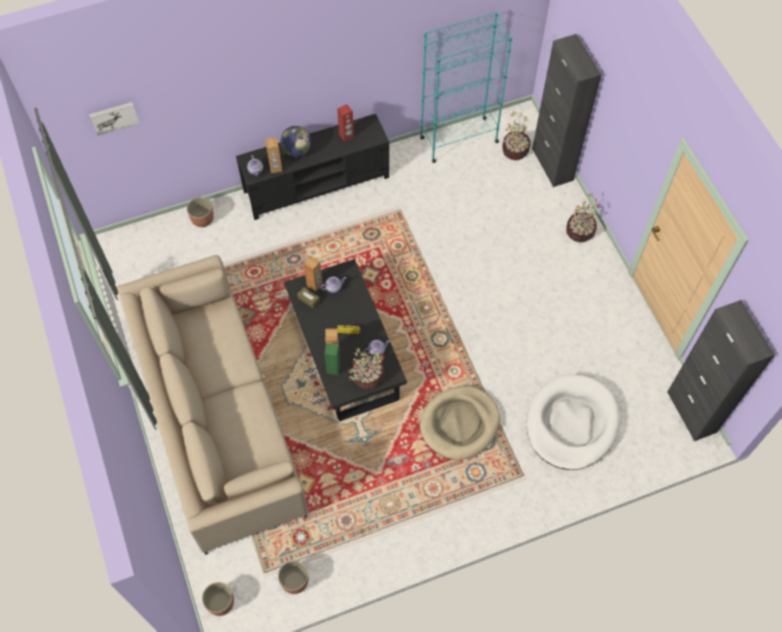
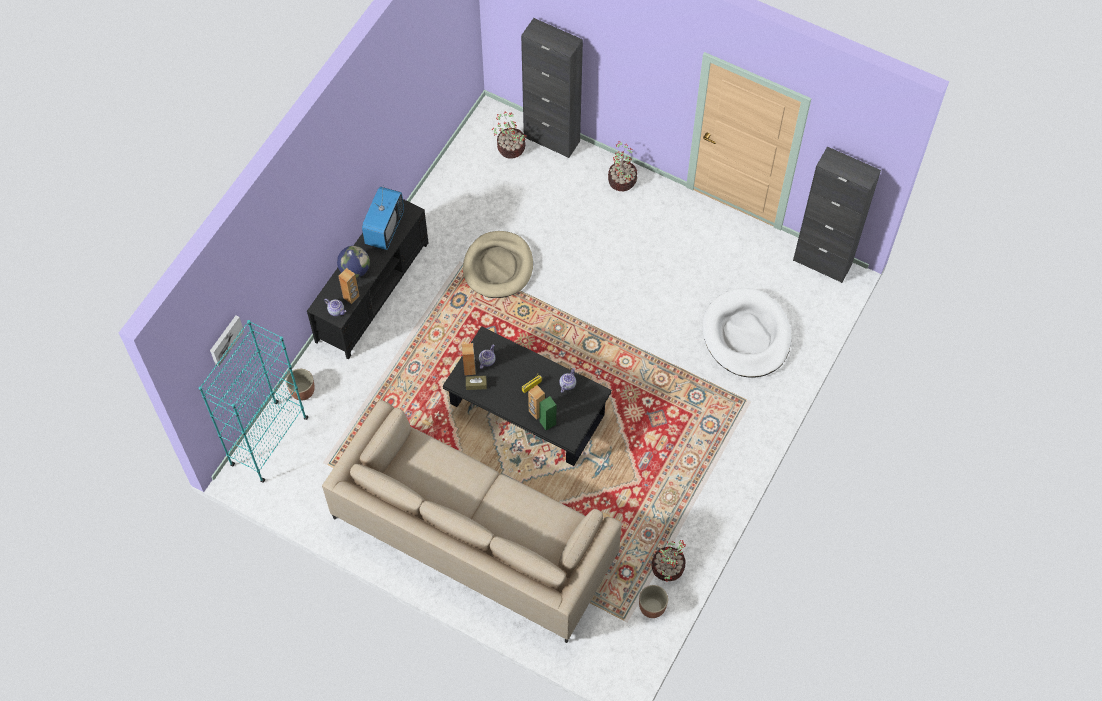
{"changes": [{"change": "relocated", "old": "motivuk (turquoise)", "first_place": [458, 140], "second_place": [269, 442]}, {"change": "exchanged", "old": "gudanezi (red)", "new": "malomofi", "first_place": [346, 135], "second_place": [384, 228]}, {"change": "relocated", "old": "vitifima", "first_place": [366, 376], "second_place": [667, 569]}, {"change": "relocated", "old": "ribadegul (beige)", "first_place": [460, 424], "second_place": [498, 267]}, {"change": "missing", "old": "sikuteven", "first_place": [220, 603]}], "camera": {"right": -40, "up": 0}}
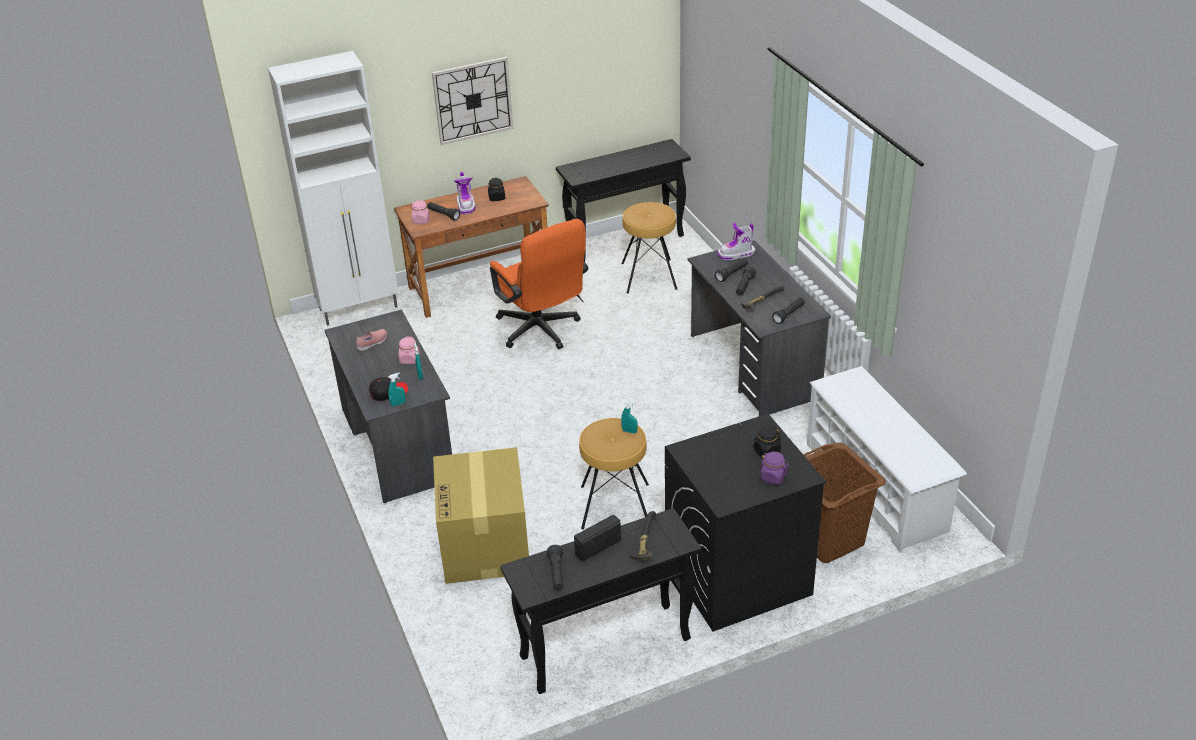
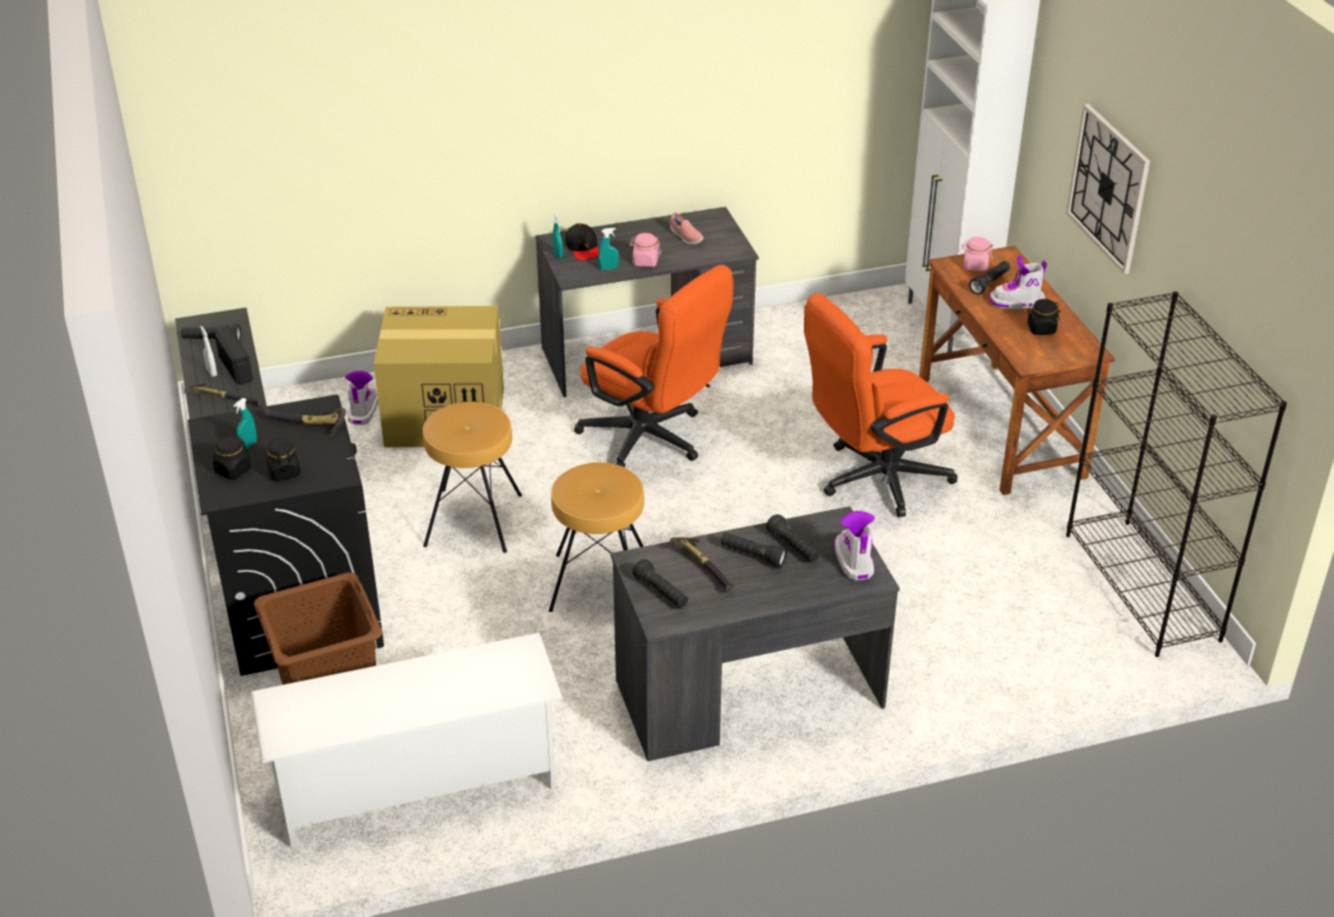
{"changes": [{"change": "exchanged", "old": "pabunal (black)", "new": "motivuk (black)", "first_place": [626, 240], "second_place": [1142, 587]}, {"change": "relocated", "old": "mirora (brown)", "first_place": [649, 276], "second_place": [600, 584]}, {"change": "relocated", "old": "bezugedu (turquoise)", "first_place": [629, 431], "second_place": [248, 445]}, {"change": "colour", "old": "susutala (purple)", "new": "susutala (black)", "first_place": [773, 477], "second_place": [233, 470]}, {"change": "appeared", "new": "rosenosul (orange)", "second_place": [652, 440]}, {"change": "appeared", "new": "bezugedu (white)", "second_place": [211, 372]}, {"change": "appeared", "new": "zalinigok", "second_place": [363, 411]}, {"change": "appeared", "new": "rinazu", "second_place": [306, 425]}], "camera": {"right": 95, "up": 0}}
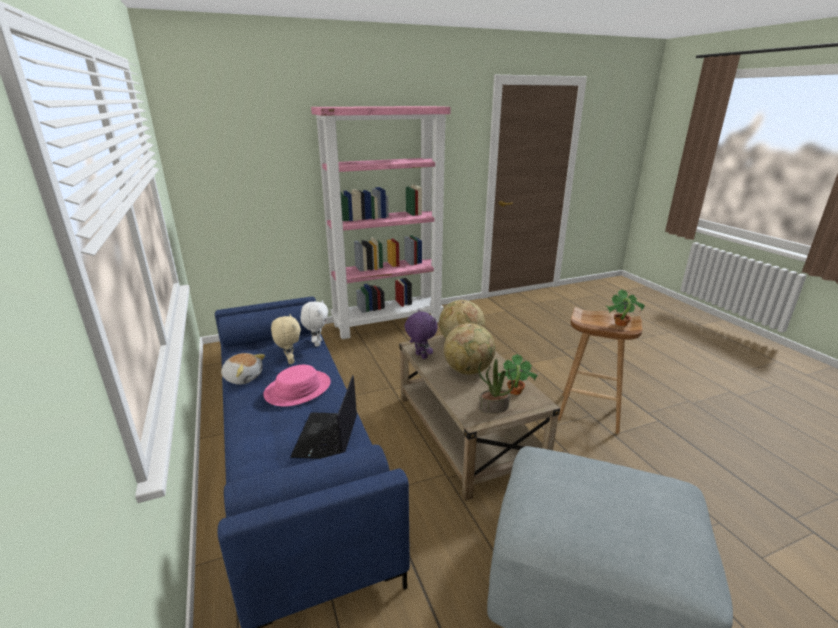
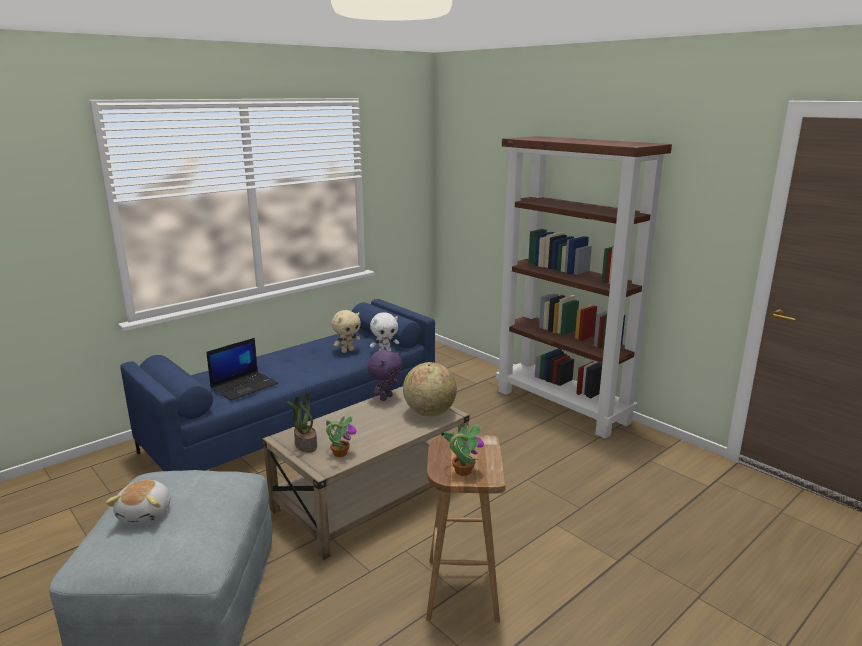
{"changes": [{"change": "colour", "old": "motivuk (pink)", "new": "motivuk (brown)", "first_place": [388, 322], "second_place": [563, 406]}, {"change": "missing", "old": "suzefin", "first_place": [468, 370]}, {"change": "relocated", "old": "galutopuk", "first_place": [243, 377], "second_place": [146, 513]}, {"change": "missing", "old": "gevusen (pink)", "first_place": [298, 389]}, {"change": "spun", "old": "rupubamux", "first_place": [326, 437], "second_place": [245, 386], "degrees": 150}], "camera": {"right": 70, "up": -5}}
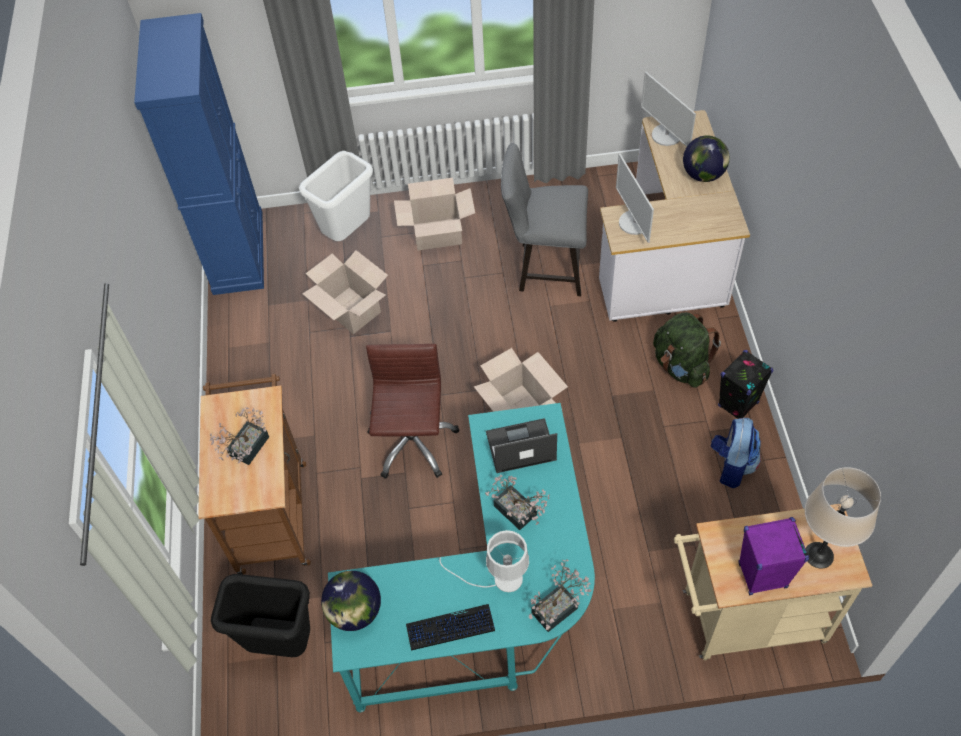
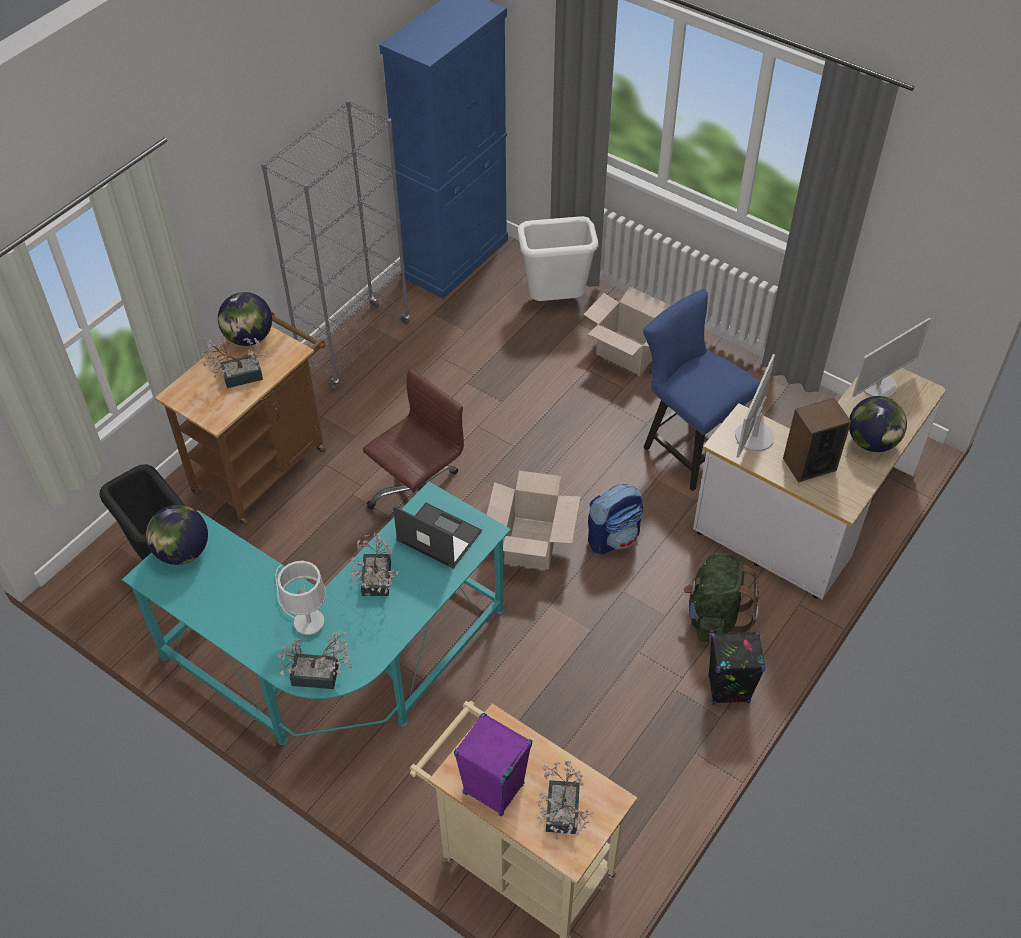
{"changes": [{"change": "spun", "old": "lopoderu", "first_place": [666, 135], "second_place": [878, 385], "degrees": -135}, {"change": "colour", "old": "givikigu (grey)", "new": "givikigu (blue)", "first_place": [545, 268], "second_place": [688, 445]}, {"change": "missing", "old": "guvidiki", "first_place": [352, 310]}, {"change": "relocated", "old": "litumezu", "first_place": [731, 465], "second_place": [613, 537]}, {"change": "exchanged", "old": "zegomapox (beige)", "new": "vitifima", "first_place": [818, 555], "second_place": [561, 817]}, {"change": "missing", "old": "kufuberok", "first_place": [450, 628]}, {"change": "appeared", "new": "motivuk (grey)", "second_place": [355, 346]}, {"change": "appeared", "new": "suzefin", "second_place": [249, 338]}, {"change": "appeared", "new": "gudanezi", "second_place": [809, 464]}], "camera": {"right": 40, "up": -5}}
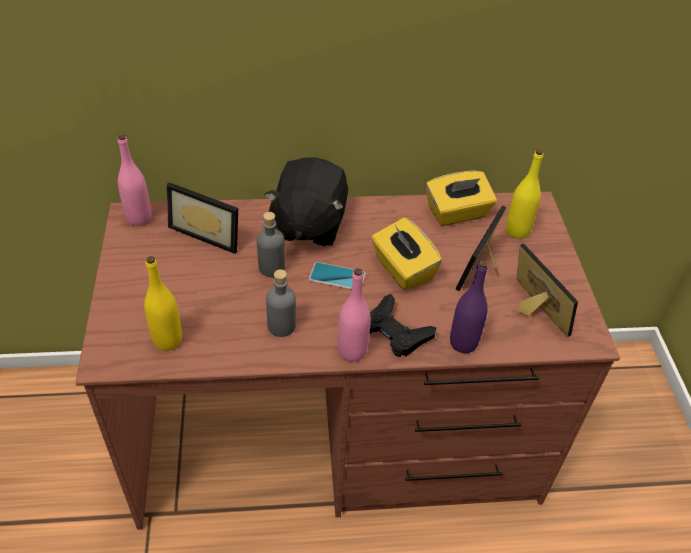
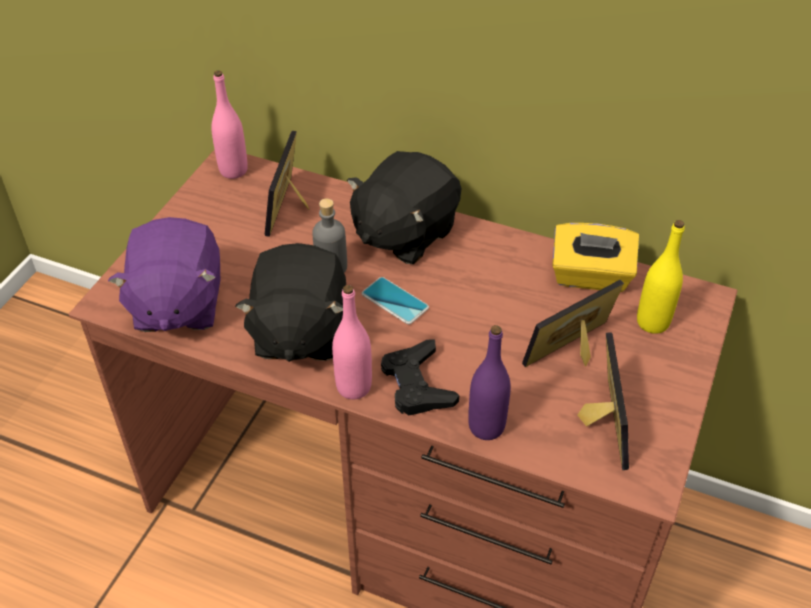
{"changes": [{"change": "spun", "old": "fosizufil", "first_place": [209, 232], "second_place": [293, 207], "degrees": 45}, {"change": "missing", "old": "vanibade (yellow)", "first_place": [402, 269]}, {"change": "exchanged", "old": "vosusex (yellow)", "new": "galutopuk (purple)", "first_place": [167, 340], "second_place": [177, 304]}, {"change": "exchanged", "old": "vosusex (grey)", "new": "galutopuk (black)", "first_place": [281, 326], "second_place": [298, 332]}], "camera": {"right": 30, "up": 0}}
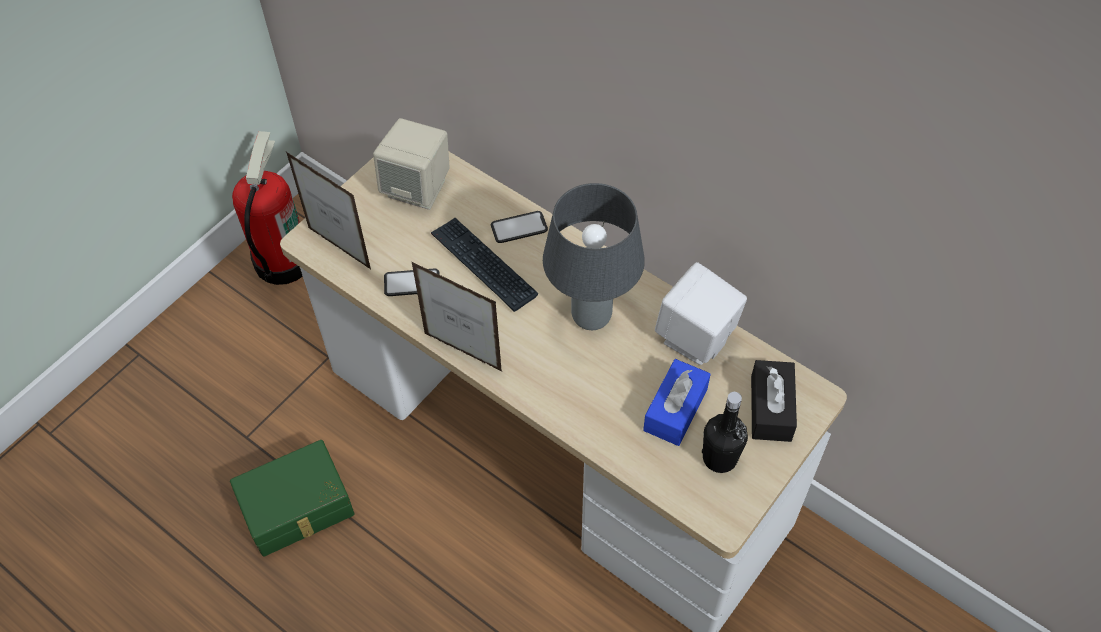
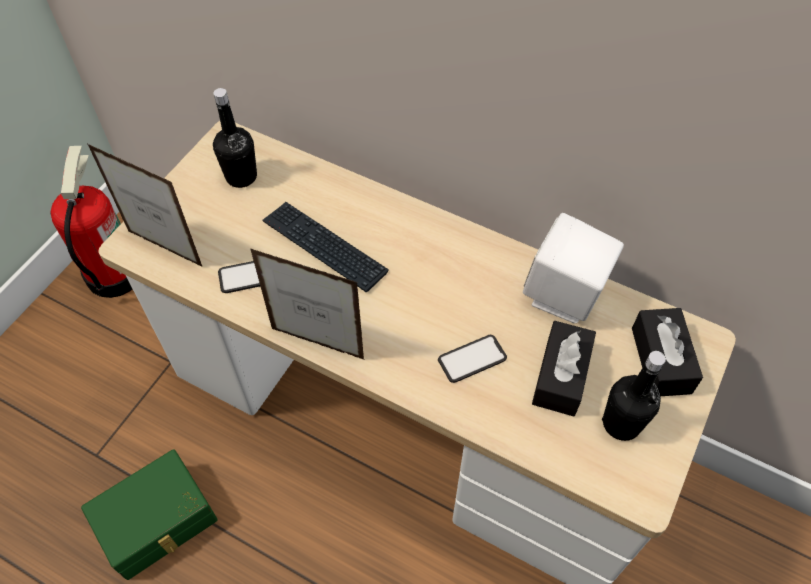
{"changes": [{"change": "exchanged", "old": "gudanezi (beige)", "new": "vosusex (black)", "first_place": [417, 188], "second_place": [241, 176]}, {"change": "missing", "old": "zegomapox (grey)", "first_place": [590, 316]}, {"change": "relocated", "old": "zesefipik", "first_place": [519, 227], "second_place": [472, 359]}, {"change": "colour", "old": "vanibade (blue)", "new": "vanibade (black)", "first_place": [675, 409], "second_place": [561, 376]}], "camera": {"right": -10, "up": 0}}
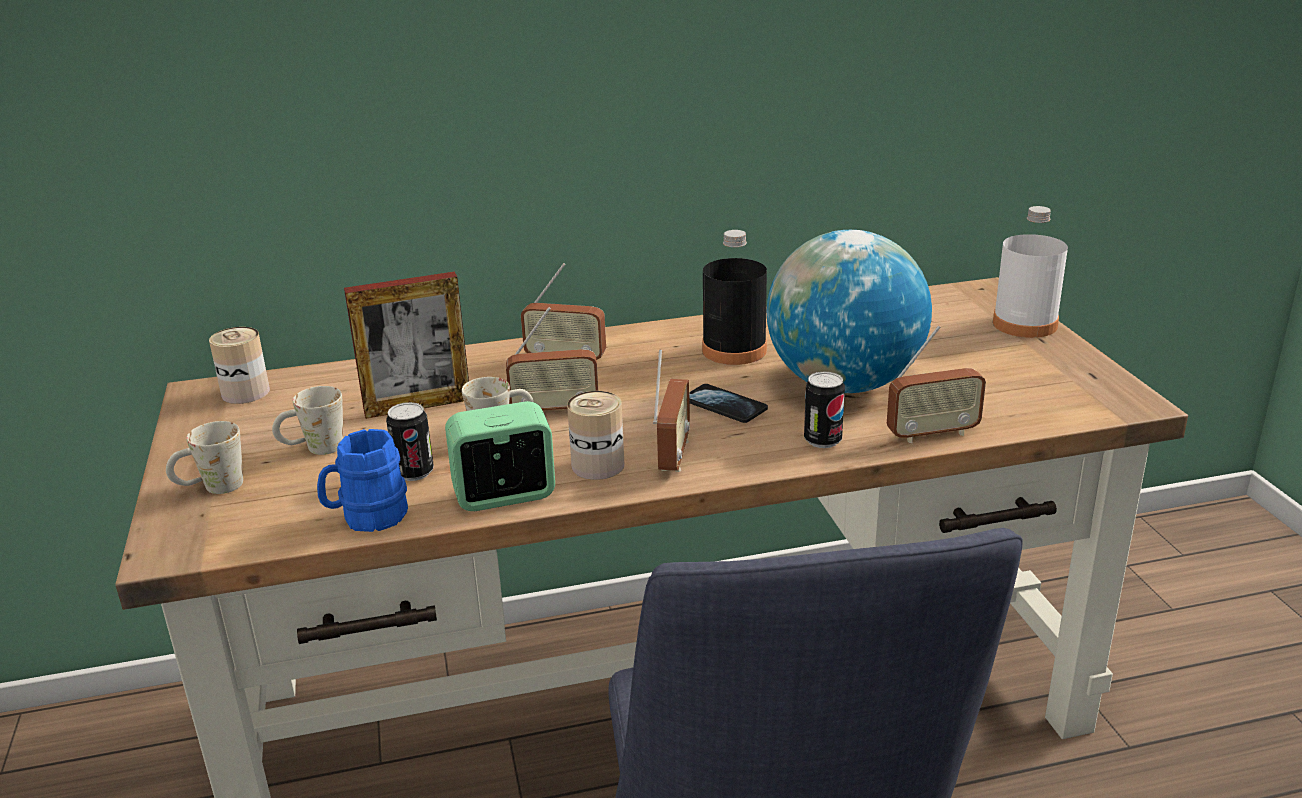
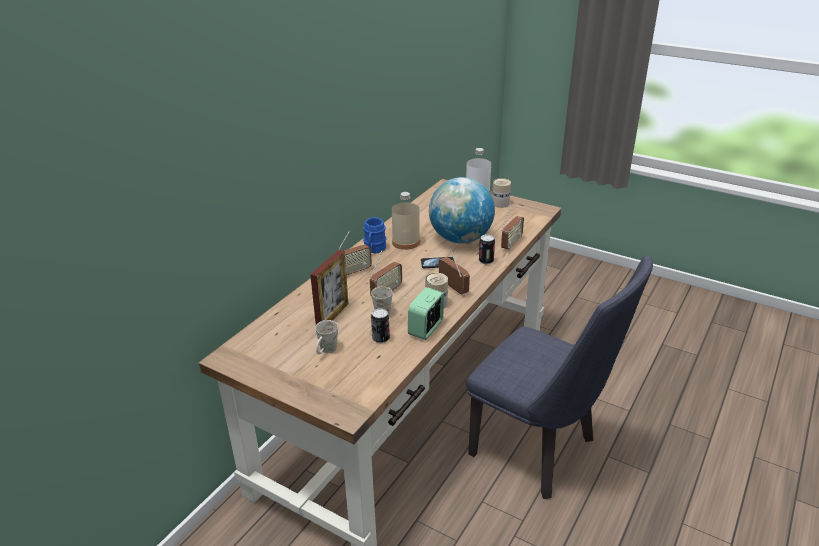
{"changes": [{"change": "colour", "old": "vosusex (black)", "new": "vosusex (beige)", "first_place": [734, 350], "second_place": [406, 242]}, {"change": "relocated", "old": "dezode", "first_place": [245, 392], "second_place": [500, 203]}, {"change": "missing", "old": "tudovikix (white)", "first_place": [212, 488]}, {"change": "relocated", "old": "tudovikix (blue)", "first_place": [367, 517], "second_place": [374, 249]}], "camera": {"right": -45, "up": 5}}
